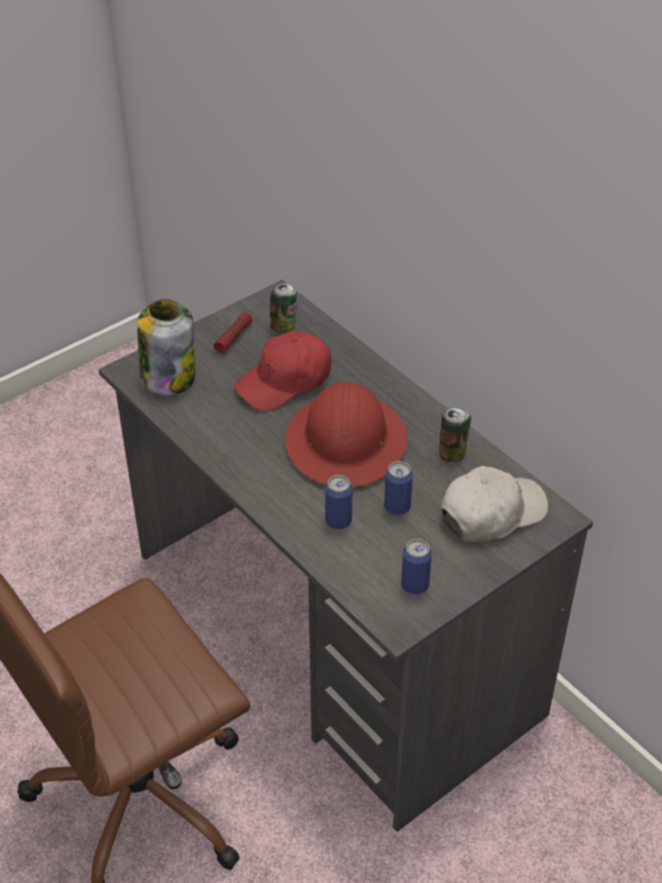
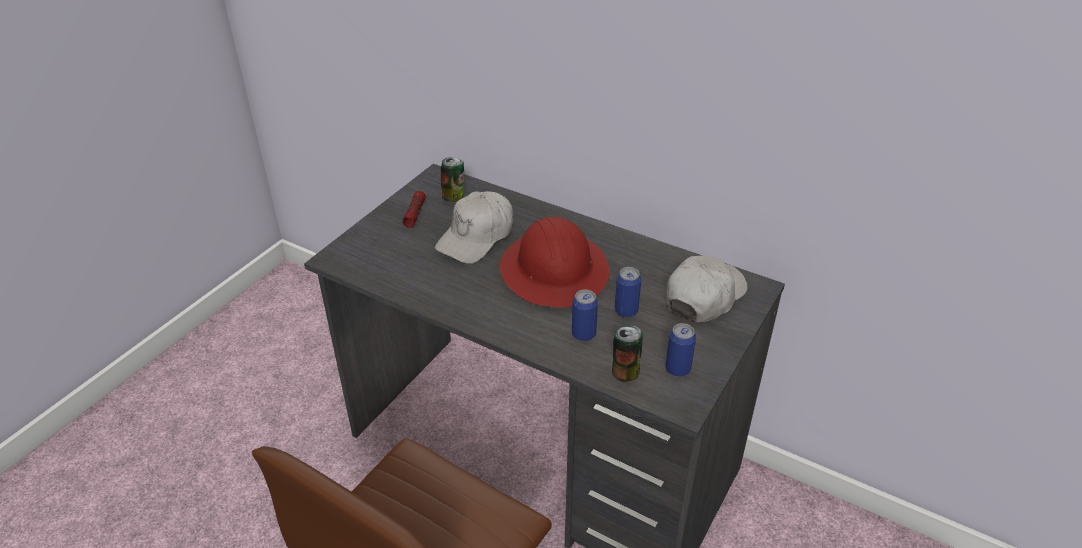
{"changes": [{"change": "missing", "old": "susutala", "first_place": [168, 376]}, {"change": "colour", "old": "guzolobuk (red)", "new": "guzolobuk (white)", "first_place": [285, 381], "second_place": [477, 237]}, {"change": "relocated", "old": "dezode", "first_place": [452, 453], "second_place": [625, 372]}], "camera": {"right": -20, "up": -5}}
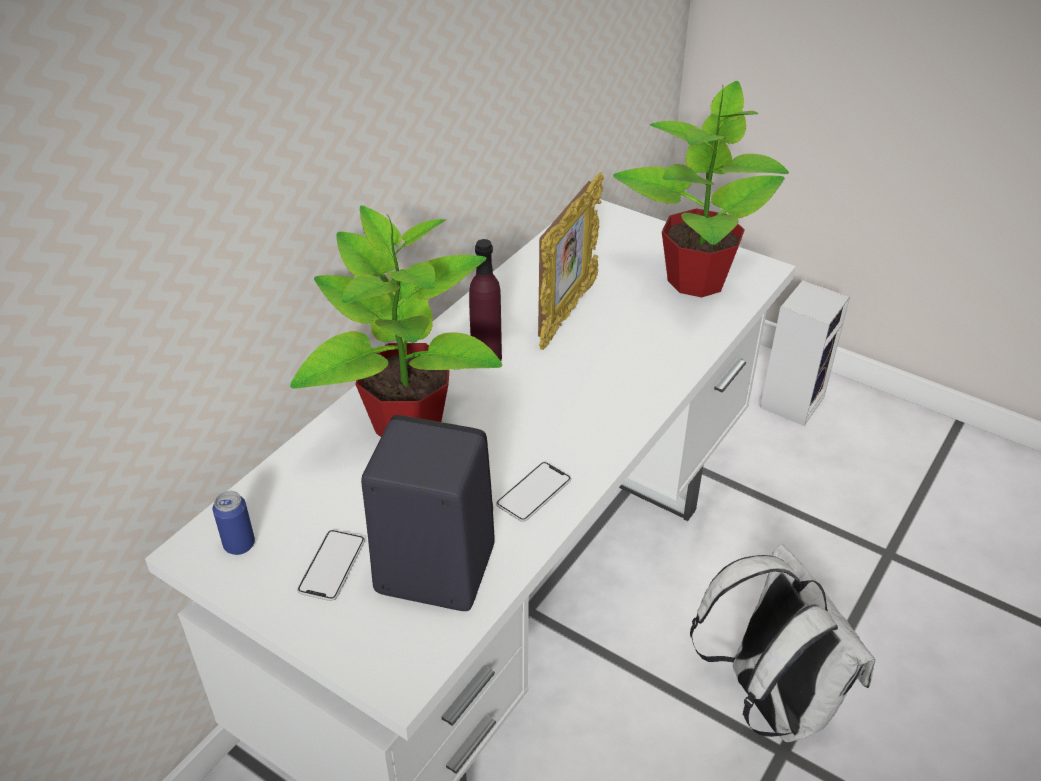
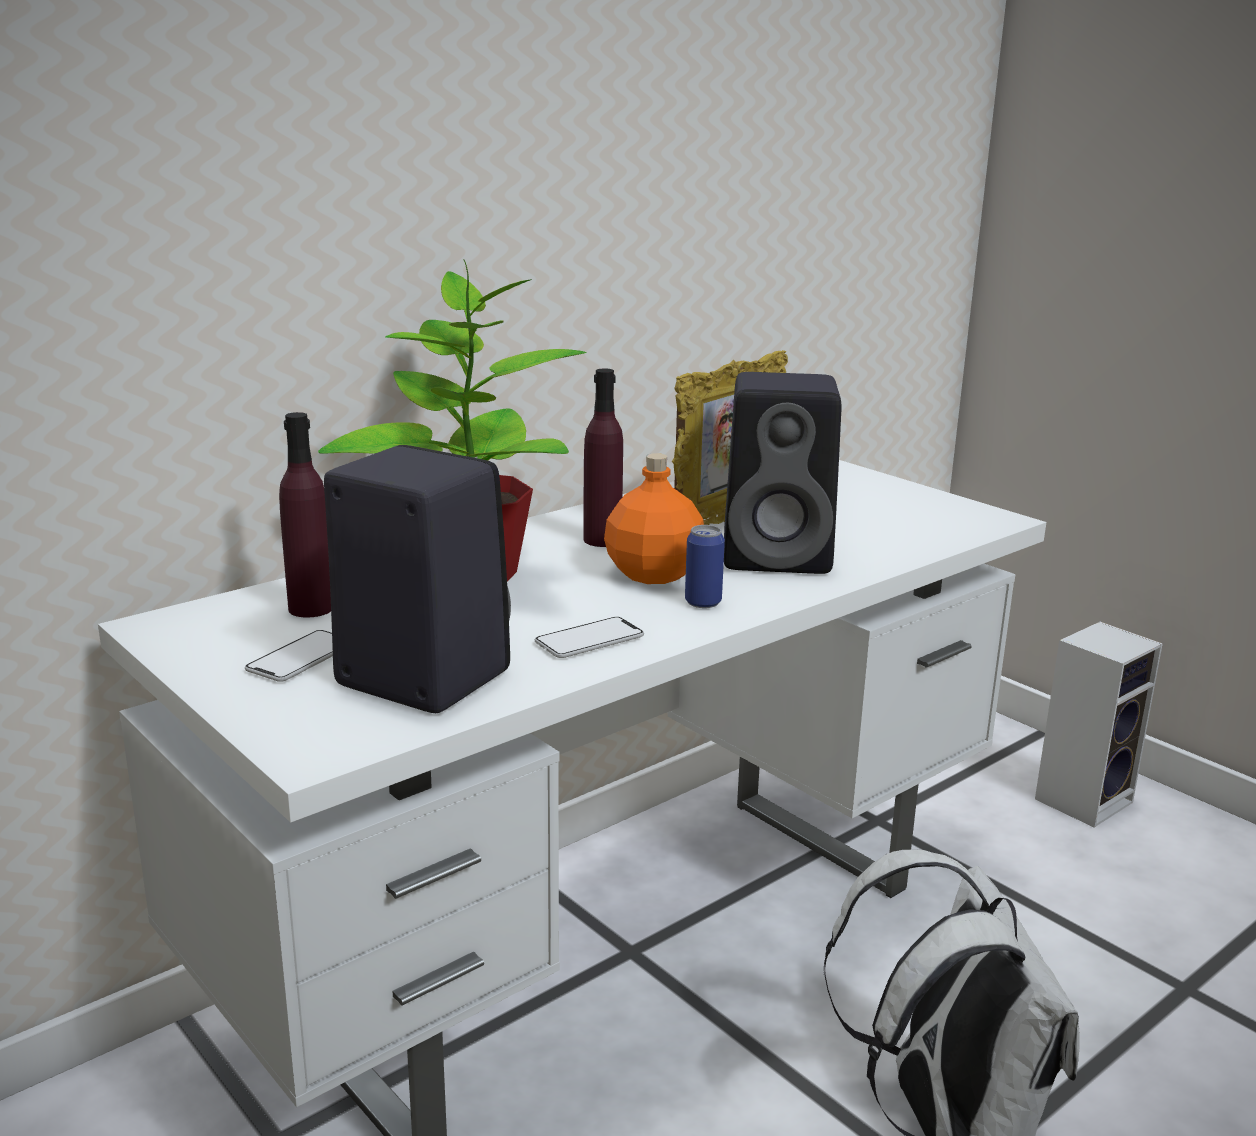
{"changes": [{"change": "missing", "old": "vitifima", "first_place": [696, 279]}, {"change": "relocated", "old": "dezode", "first_place": [239, 545], "second_place": [703, 602]}, {"change": "appeared", "new": "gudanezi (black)", "second_place": [780, 556]}, {"change": "appeared", "new": "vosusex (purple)", "second_place": [311, 608]}, {"change": "appeared", "new": "vosusex (orange)", "second_place": [654, 574]}], "camera": {"right": 15, "up": -20}}
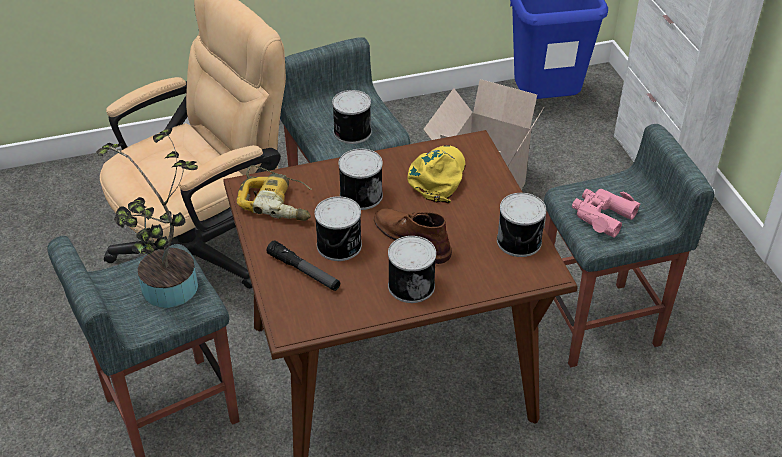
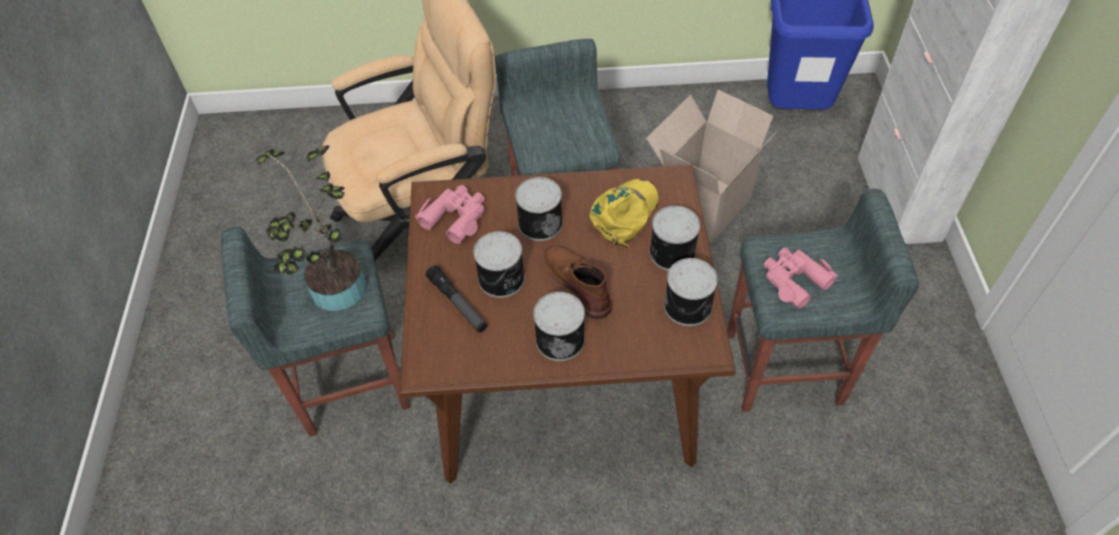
{"changes": [{"change": "relocated", "old": "dezode", "first_place": [351, 132], "second_place": [671, 252]}, {"change": "exchanged", "old": "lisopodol", "new": "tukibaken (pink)", "first_place": [278, 201], "second_place": [456, 217]}], "camera": {"right": 15, "up": 10}}
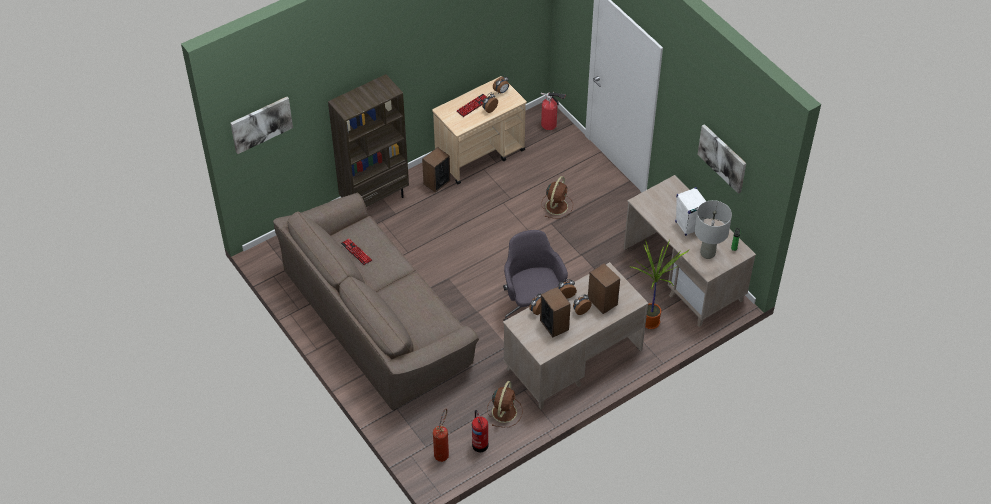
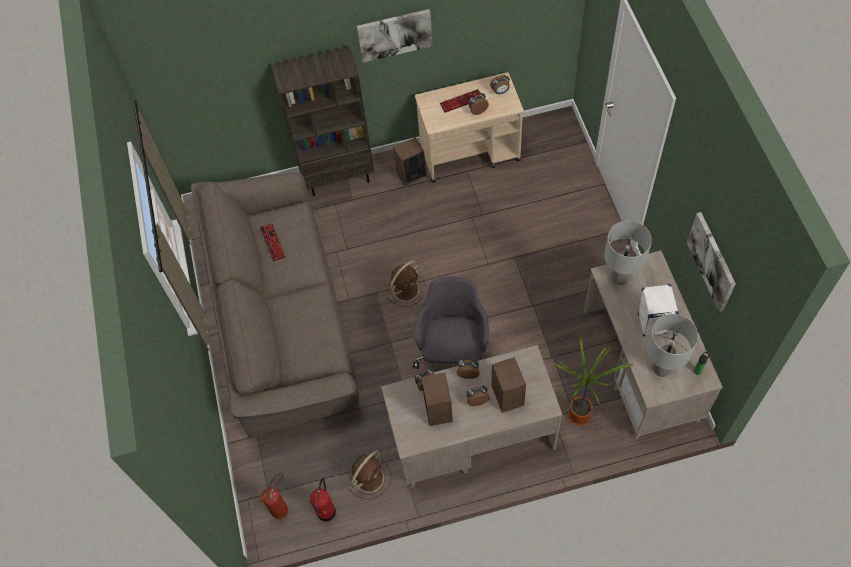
{"changes": [{"change": "missing", "old": "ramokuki", "first_place": [550, 125]}, {"change": "relocated", "old": "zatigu", "first_place": [261, 124], "second_place": [395, 34]}, {"change": "relocated", "old": "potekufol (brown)", "first_place": [557, 205], "second_place": [407, 289]}, {"change": "appeared", "new": "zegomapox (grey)", "second_place": [619, 277]}], "camera": {"right": 25, "up": 10}}
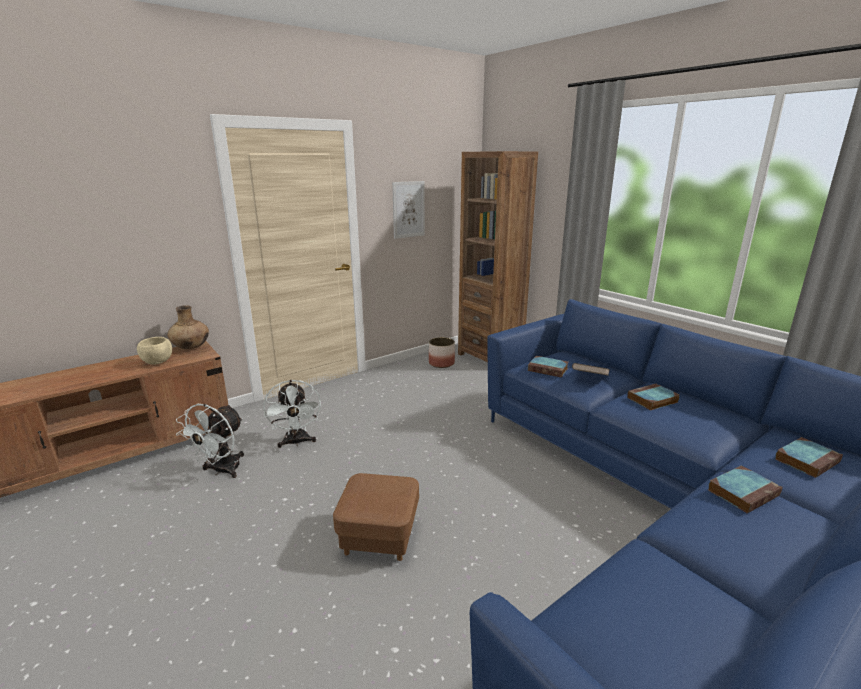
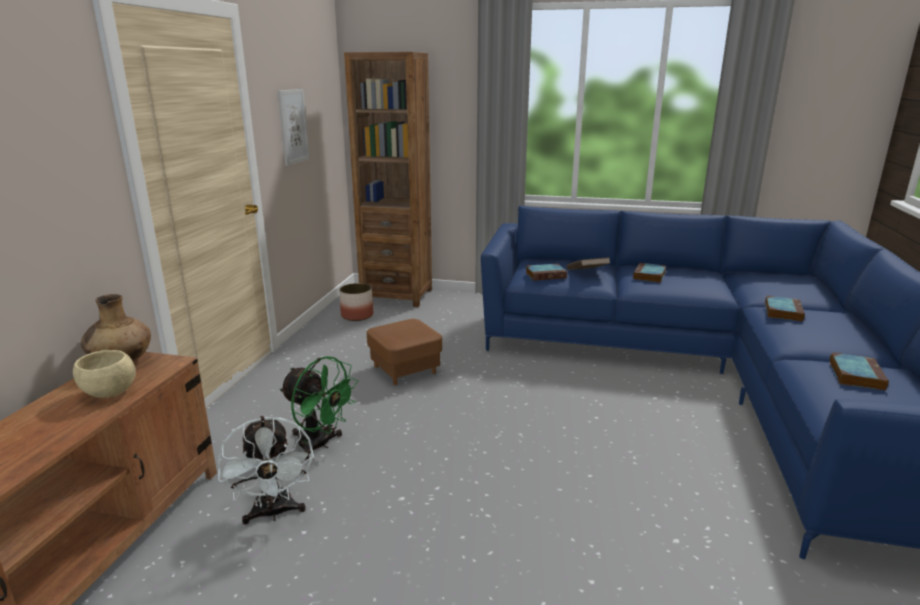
{"changes": [{"change": "colour", "old": "potekufol (white)", "new": "potekufol (green)", "first_place": [296, 442], "second_place": [320, 445]}, {"change": "relocated", "old": "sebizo", "first_place": [806, 460], "second_place": [855, 374]}, {"change": "relocated", "old": "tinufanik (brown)", "first_place": [379, 536], "second_place": [405, 369]}], "camera": {"right": -40, "up": 0}}
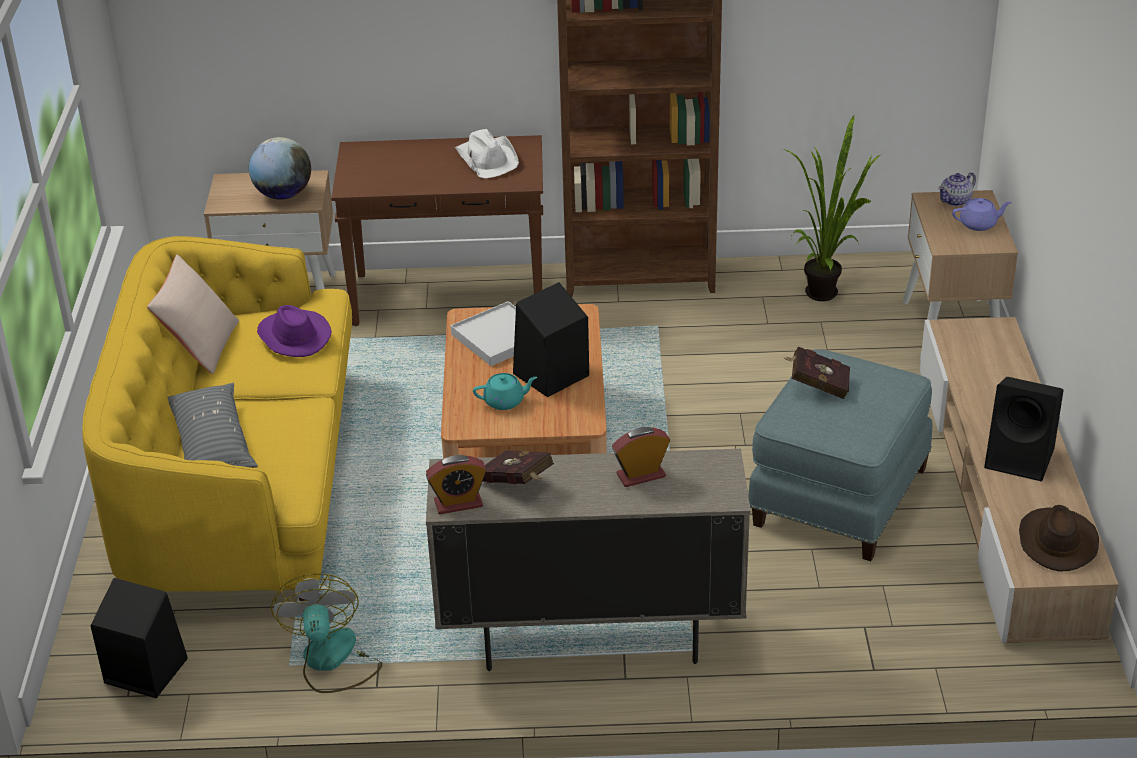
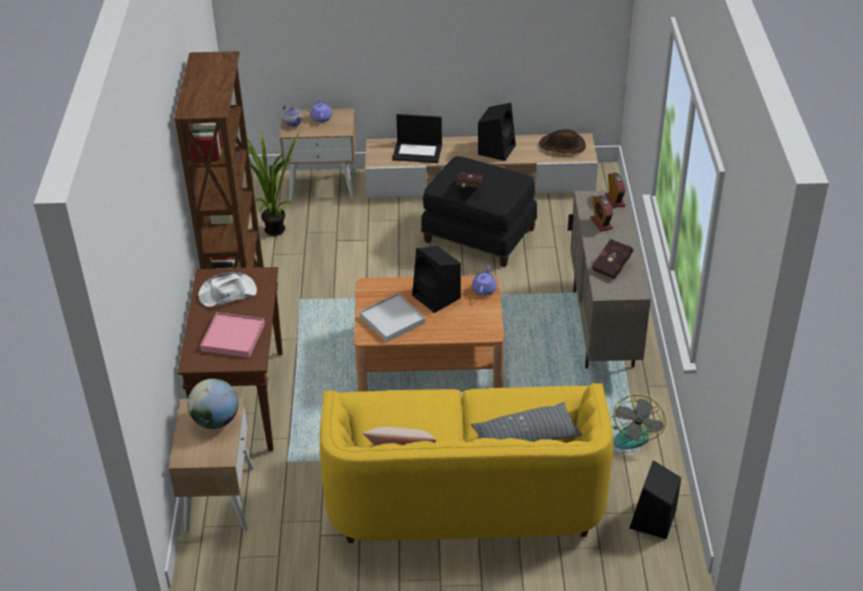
{"changes": [{"change": "missing", "old": "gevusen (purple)", "first_place": [293, 336]}, {"change": "colour", "old": "tinufanik (blue)", "new": "tinufanik (black)", "first_place": [837, 495], "second_place": [478, 236]}, {"change": "missing", "old": "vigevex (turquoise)", "first_place": [505, 401]}, {"change": "relocated", "old": "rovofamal", "first_place": [458, 503], "second_place": [615, 200]}, {"change": "spun", "old": "potekufol", "first_place": [331, 661], "second_place": [633, 433], "degrees": -60}, {"change": "appeared", "new": "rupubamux", "second_place": [418, 152]}, {"change": "appeared", "new": "vigevex (purple)", "second_place": [484, 289]}, {"change": "appeared", "new": "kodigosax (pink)", "second_place": [233, 337]}], "camera": {"right": -90, "up": 5}}
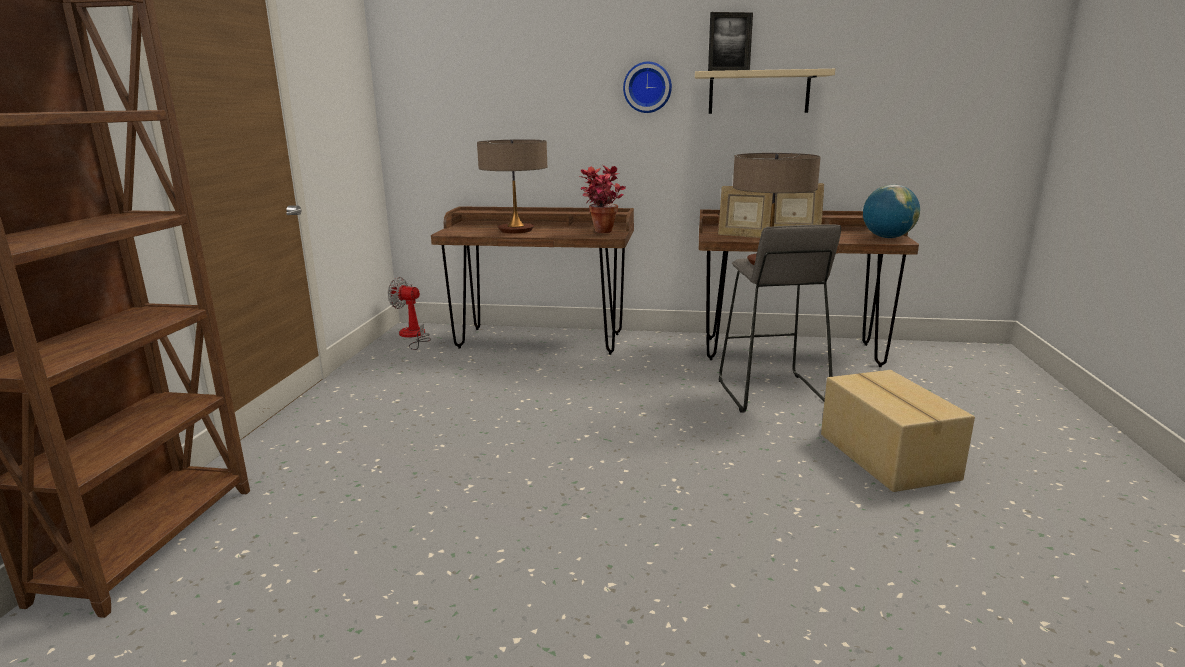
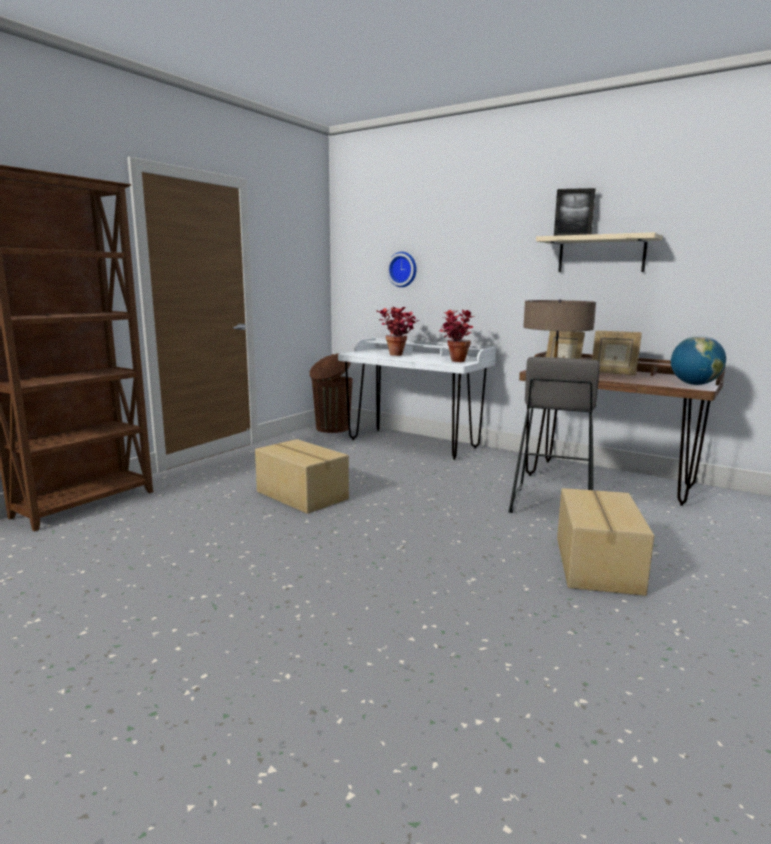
{"changes": [{"change": "relocated", "old": "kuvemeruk", "first_place": [647, 87], "second_place": [403, 269]}, {"change": "exchanged", "old": "zegomapox", "new": "vitifima", "first_place": [516, 230], "second_place": [398, 355]}, {"change": "colour", "old": "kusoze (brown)", "new": "kusoze (white)", "first_place": [540, 340], "second_place": [413, 443]}, {"change": "exchanged", "old": "potekufol", "new": "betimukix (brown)", "first_place": [413, 336], "second_place": [331, 428]}, {"change": "appeared", "new": "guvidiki", "second_place": [301, 496]}], "camera": {"right": 25, "up": -5}}
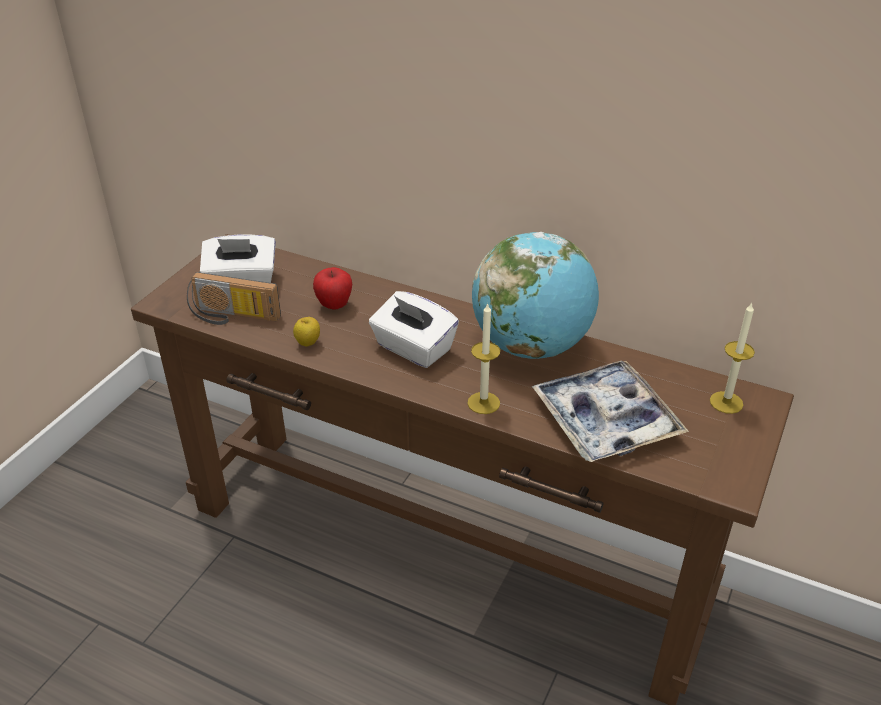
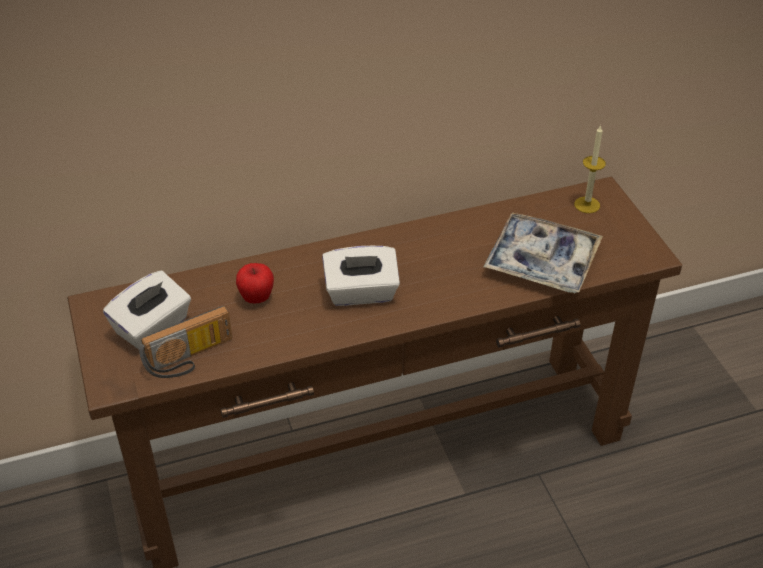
{"changes": [{"change": "missing", "old": "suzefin", "first_place": [531, 346]}, {"change": "missing", "old": "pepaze", "first_place": [483, 403]}, {"change": "missing", "old": "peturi", "first_place": [308, 344]}], "camera": {"right": -45, "up": 5}}
